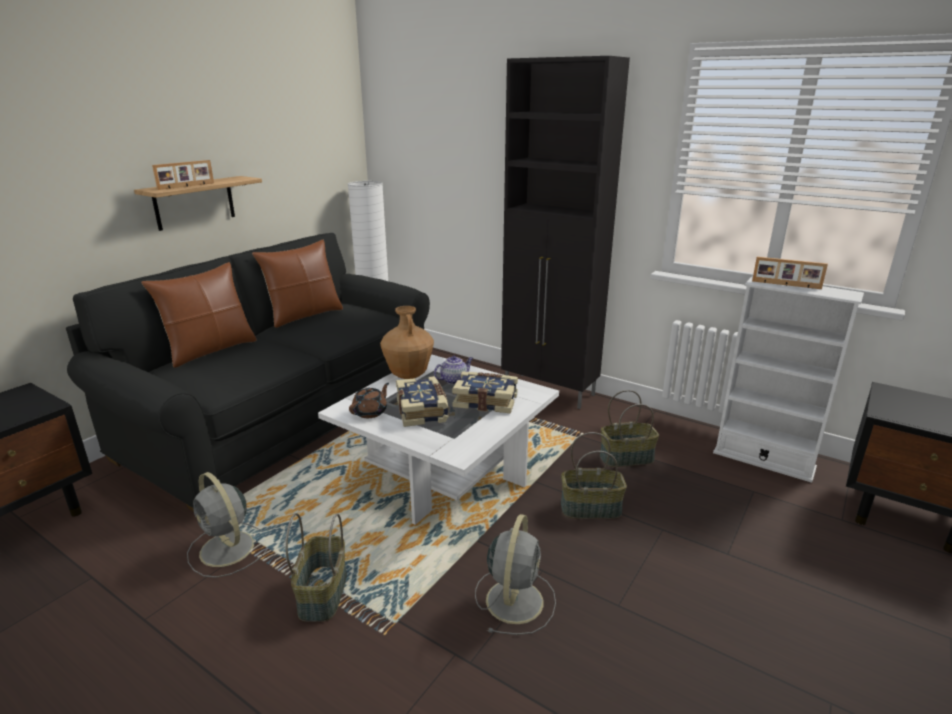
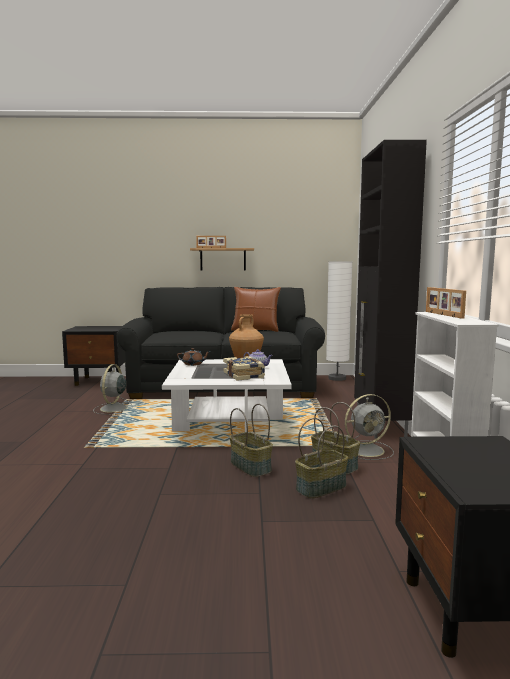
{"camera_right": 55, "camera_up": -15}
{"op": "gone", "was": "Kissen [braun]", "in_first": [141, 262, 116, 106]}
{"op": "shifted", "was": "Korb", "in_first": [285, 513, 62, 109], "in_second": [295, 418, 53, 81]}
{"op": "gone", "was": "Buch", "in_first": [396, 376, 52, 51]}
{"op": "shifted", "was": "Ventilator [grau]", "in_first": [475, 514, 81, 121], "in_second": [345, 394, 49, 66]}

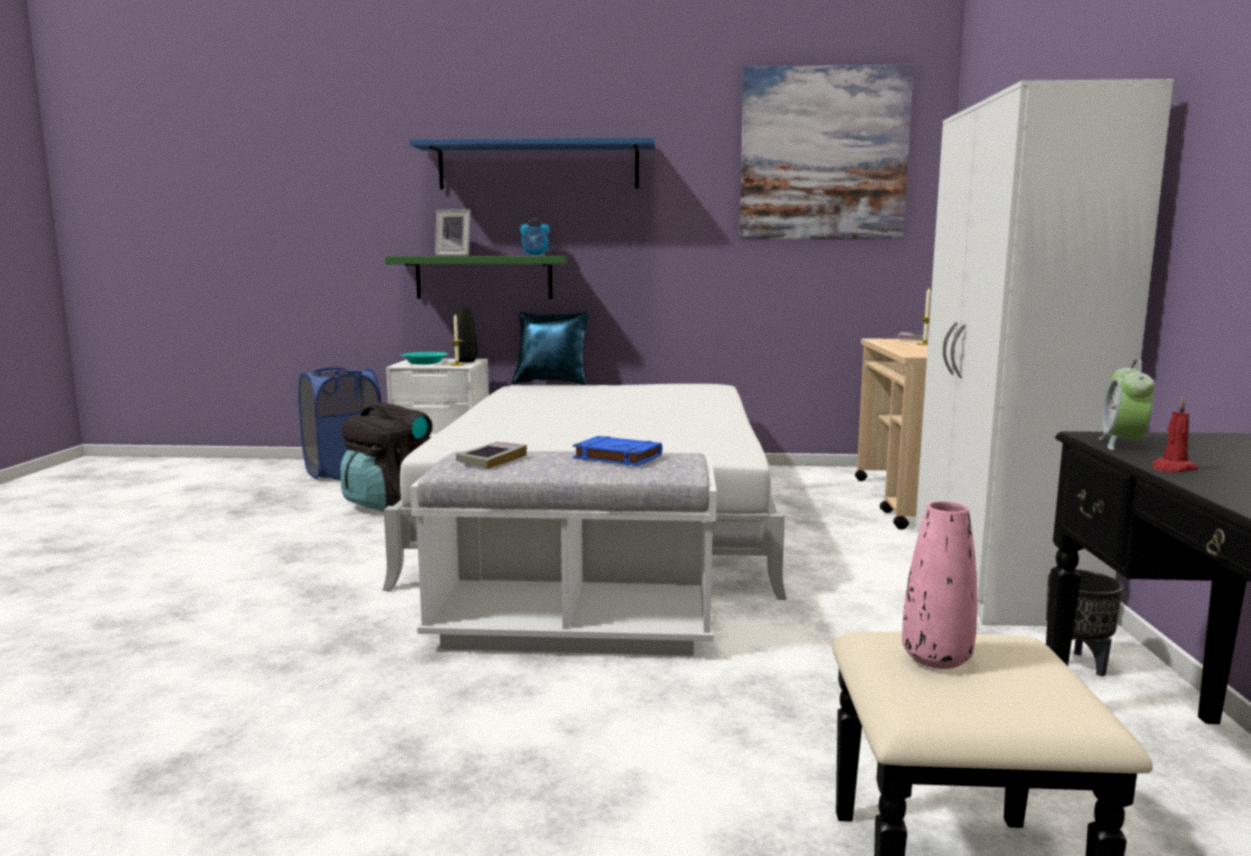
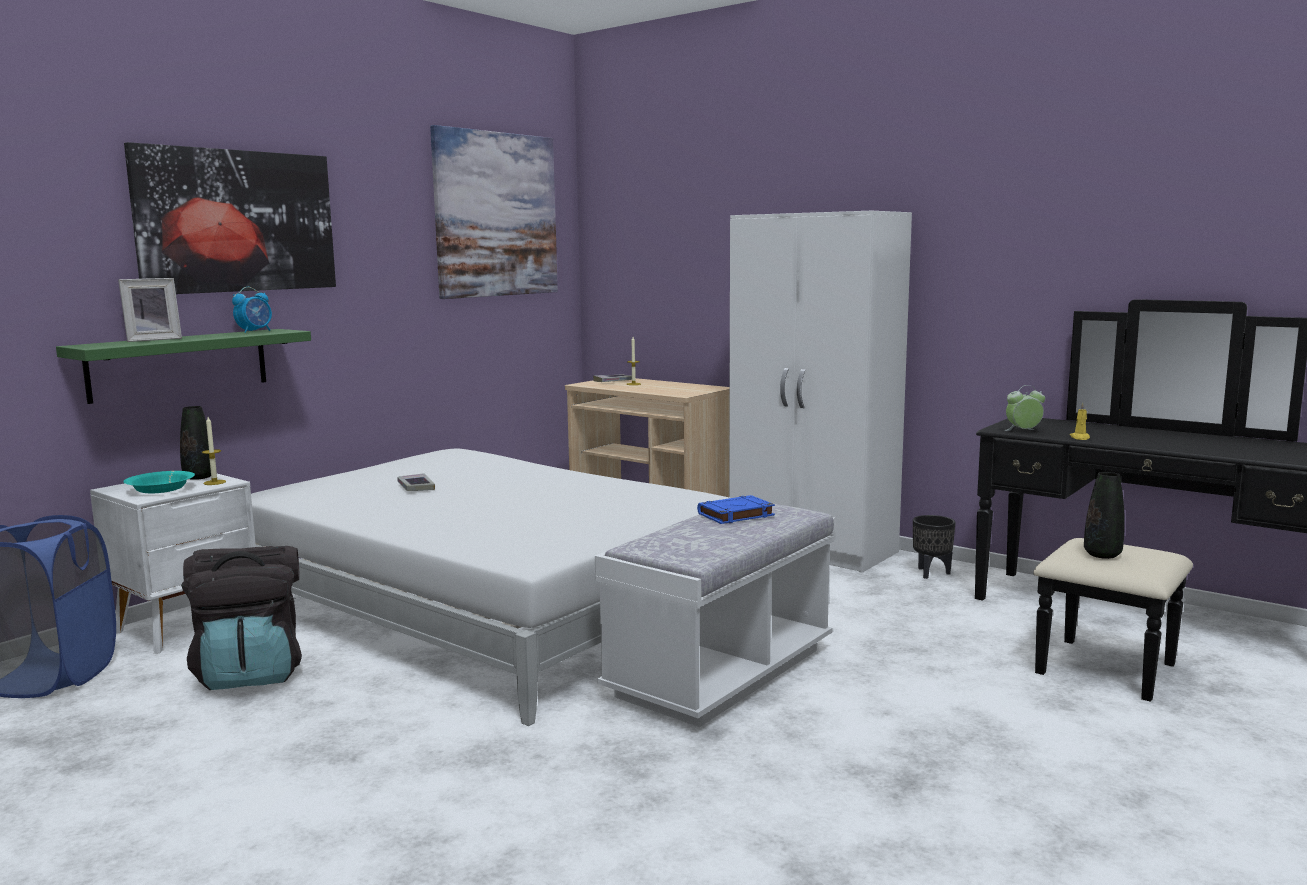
{"camera_right": -55, "camera_up": 0}
{"op": "swapped", "was": "Wandregal [blau]", "now": "Bild", "in_first": [409, 137, 246, 52], "in_second": [124, 142, 212, 152]}
{"op": "shifted", "was": "Buch", "in_first": [456, 442, 71, 27], "in_second": [397, 473, 38, 18]}
{"op": "gone", "was": "Kissen [blau]", "in_first": [511, 312, 78, 73]}
{"op": "repainted", "was": "Vase [rosa]", "now": "Vase [schwarz]", "in_first": [902, 501, 75, 168], "in_second": [1084, 472, 41, 87]}
{"op": "rotated", "was": "Wecker", "in_first": [1099, 359, 55, 91], "in_second": [1004, 385, 41, 46], "clockwise": 120}
{"op": "repainted", "was": "Kerze [rot]", "now": "Kerze [gelb]", "in_first": [1152, 398, 47, 74], "in_second": [1070, 402, 20, 38]}

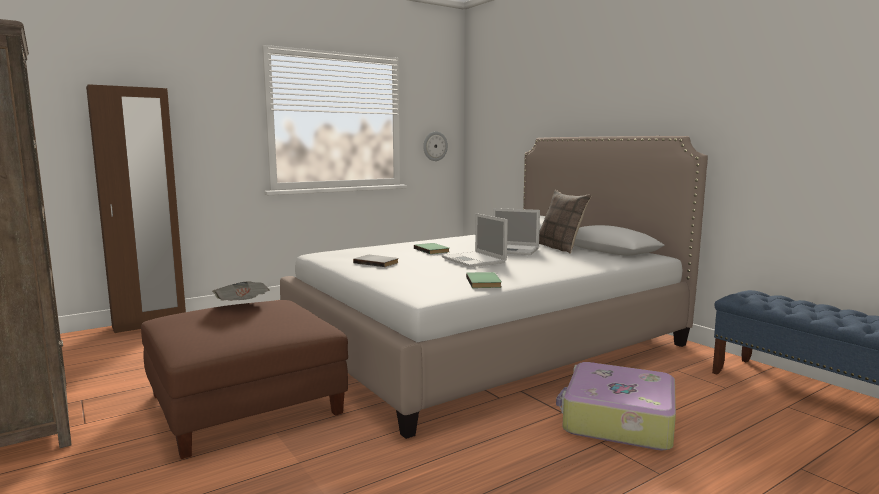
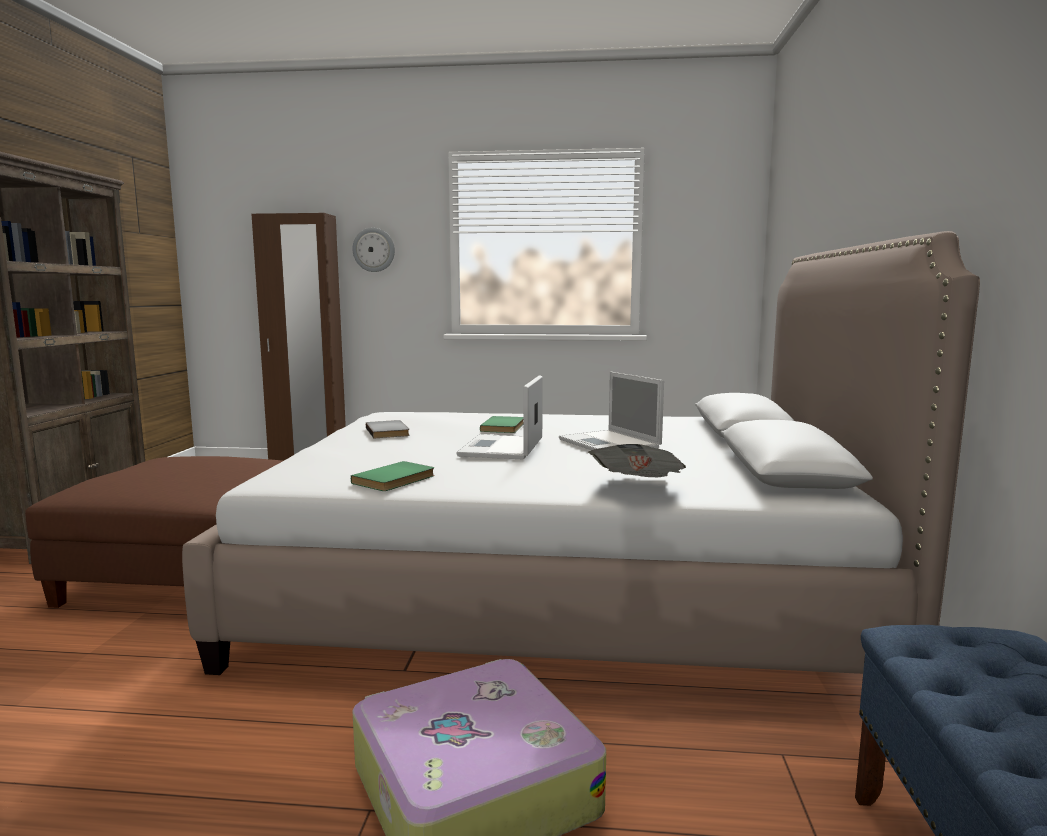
{"camera_right": 40, "camera_up": 0}
{"op": "shifted", "was": "Zeitung", "in_first": [212, 281, 58, 20], "in_second": [588, 444, 98, 33]}
{"op": "shifted", "was": "Wanduhr", "in_first": [423, 131, 25, 30], "in_second": [353, 228, 42, 44]}
{"op": "gone", "was": "Kissen", "in_first": [539, 190, 53, 64]}

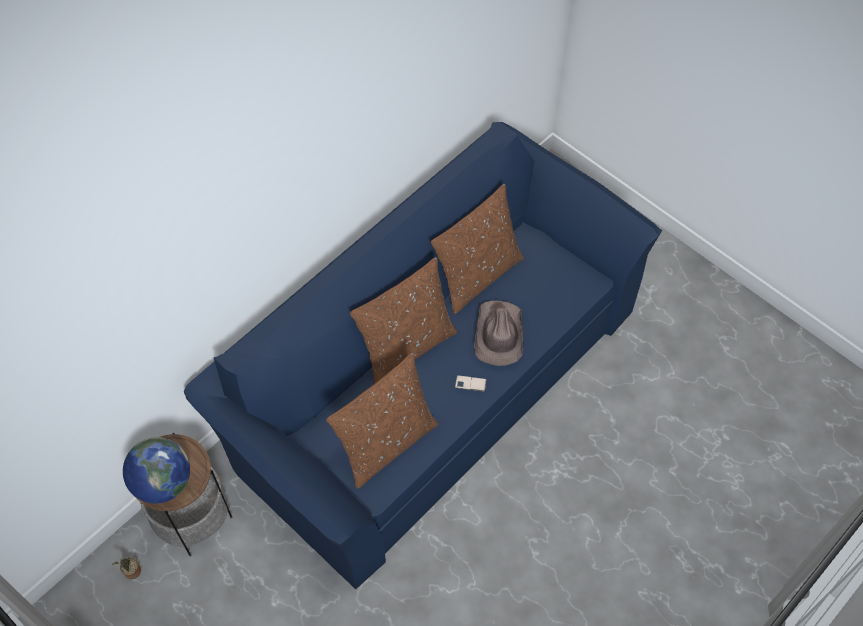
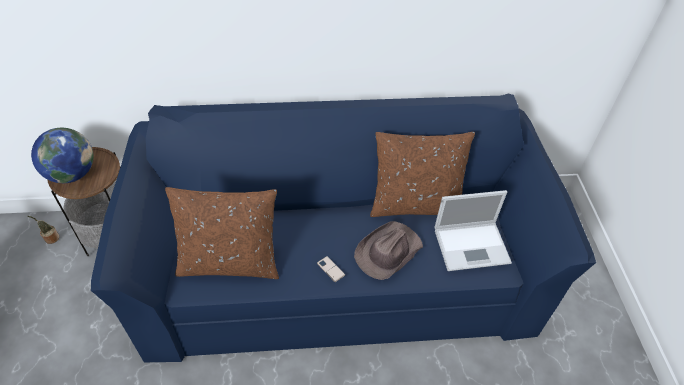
{"camera_right": 40, "camera_up": -10}
{"op": "gone", "was": "Kissen [braun]", "in_first": [350, 257, 107, 127]}
{"op": "new", "now": "Laptop", "in_second": [435, 190, 77, 81]}

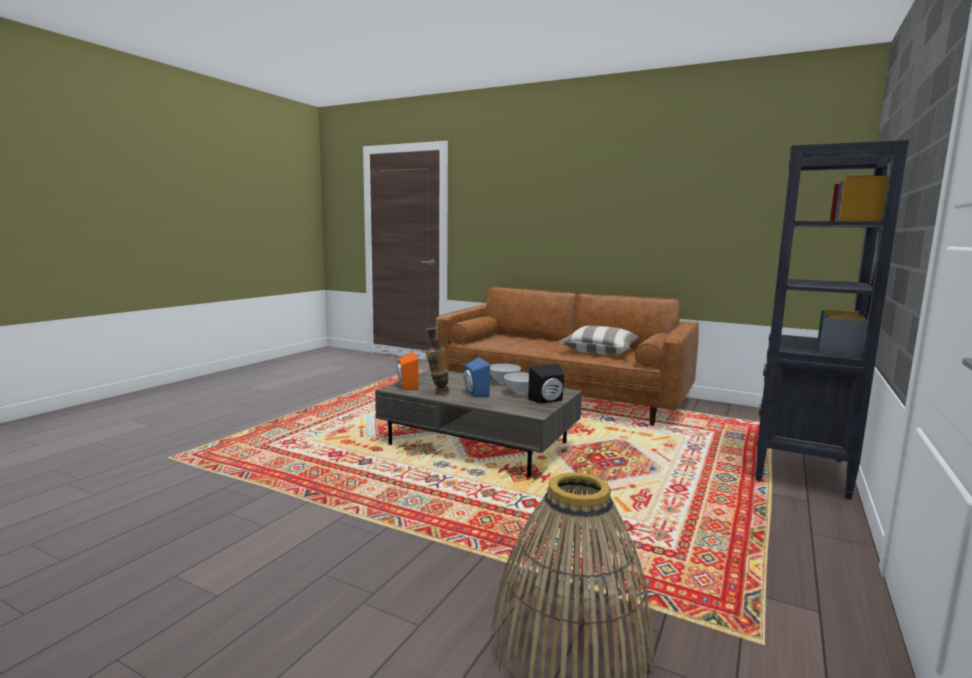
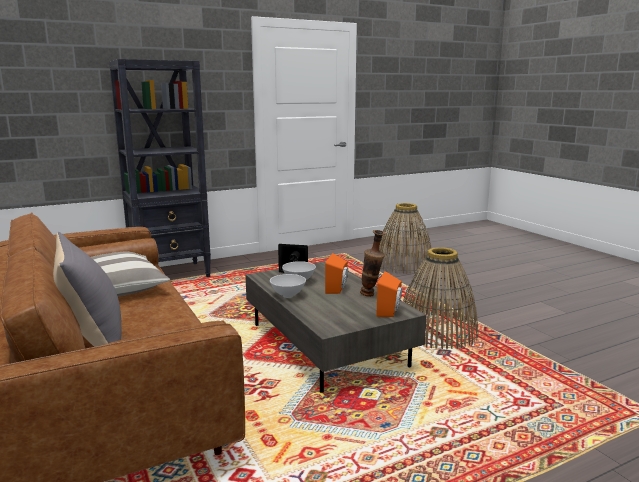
{"camera_right": -145, "camera_up": 5}
{"op": "repainted", "was": "Lautsprecher [blau]", "now": "Lautsprecher [orange]", "in_first": [464, 357, 26, 40], "in_second": [325, 253, 23, 41]}
{"op": "new", "now": "Kissen [grau]", "in_second": [53, 232, 68, 115]}
{"op": "new", "now": "Korb", "in_second": [403, 247, 75, 102]}

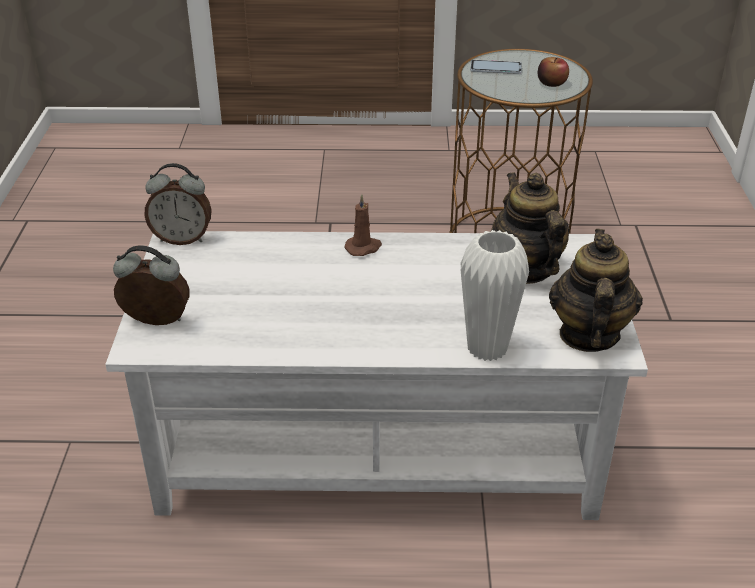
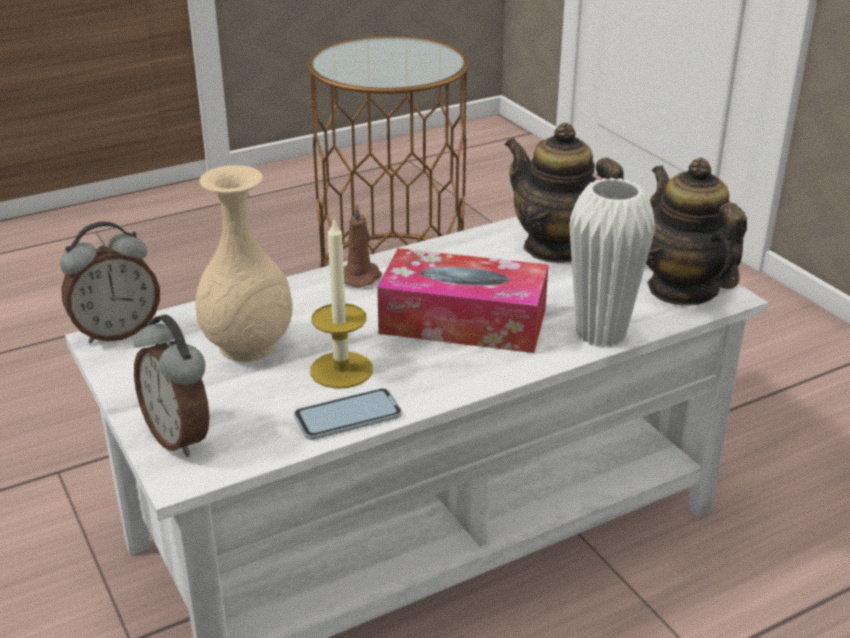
{"camera_right": -30, "camera_up": -5}
{"op": "rotated", "was": "Wecker", "in_first": [113, 245, 77, 80], "in_second": [134, 314, 76, 143], "clockwise": -105}
{"op": "shifted", "was": "Handy", "in_first": [470, 60, 52, 14], "in_second": [294, 388, 108, 52]}
{"op": "gone", "was": "Apfel", "in_first": [538, 57, 31, 30]}
{"op": "new", "now": "Vase [beige]", "in_second": [196, 165, 97, 197]}
{"op": "new", "now": "Kerze", "in_second": [310, 217, 63, 172]}
{"op": "new", "now": "Taschentuchbox", "in_second": [377, 248, 171, 105]}

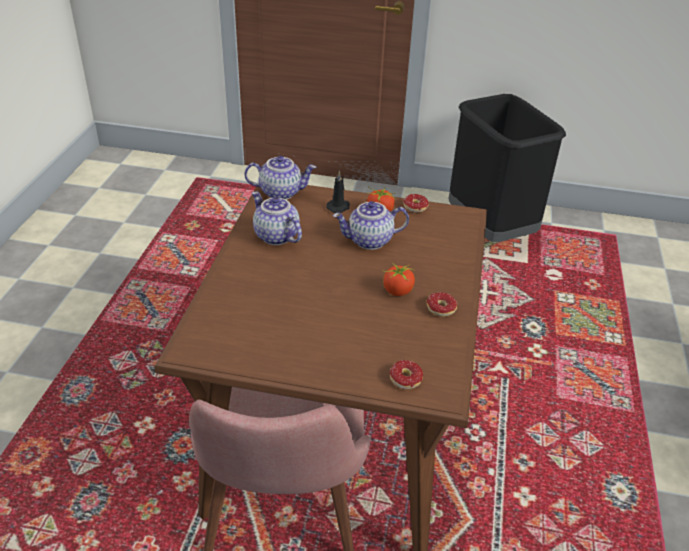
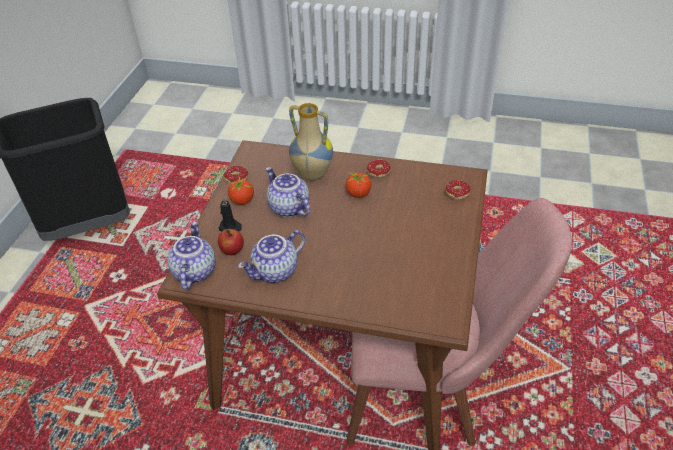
{"camera_right": -85, "camera_up": 5}
{"op": "rotated", "was": "Teekanne", "in_first": [333, 201, 76, 49], "in_second": [266, 167, 44, 50], "clockwise": 150}
{"op": "new", "now": "Apfel", "in_second": [218, 229, 26, 26]}
{"op": "new", "now": "Vase", "in_second": [289, 103, 44, 77]}

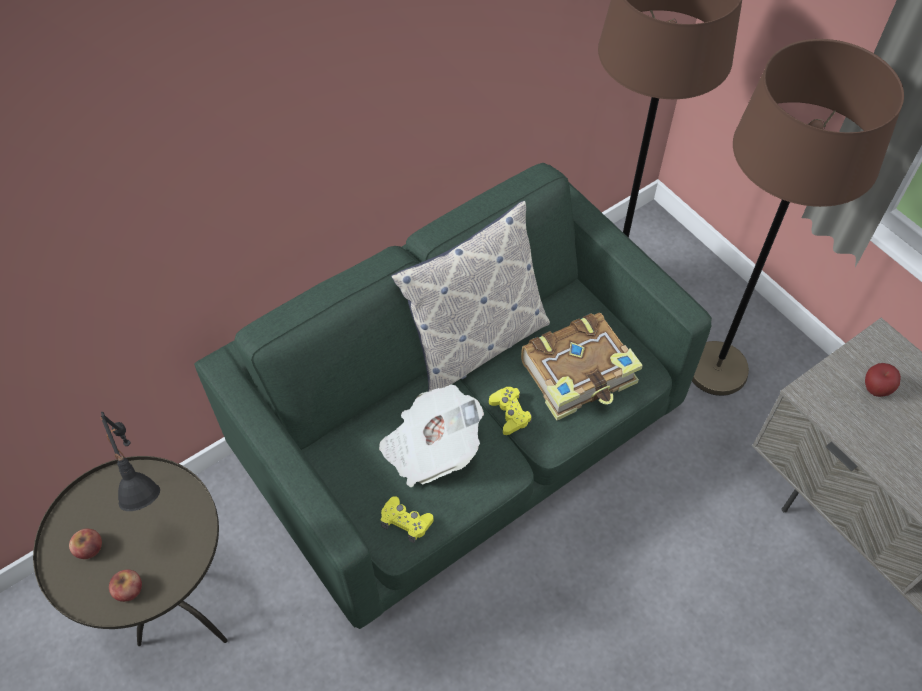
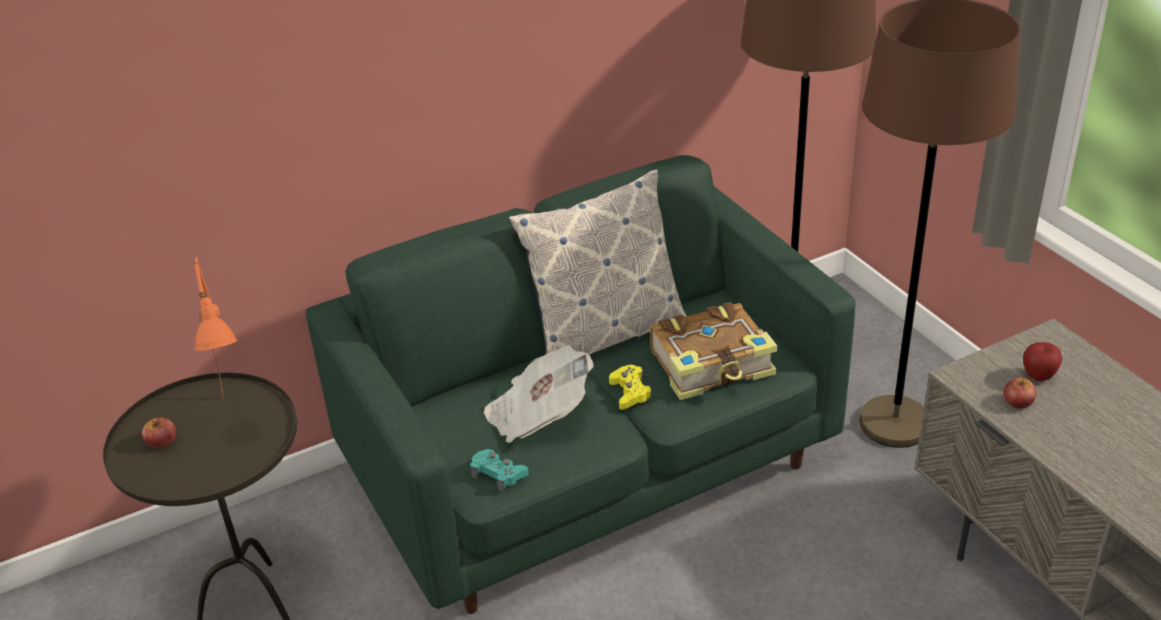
{"camera_right": 10, "camera_up": -20}
{"op": "repainted", "was": "Tischlampe [schwarz]", "now": "Tischlampe [orange]", "in_first": [100, 411, 60, 100], "in_second": [194, 257, 43, 142]}
{"op": "shifted", "was": "Apfel", "in_first": [109, 570, 33, 32], "in_second": [1003, 378, 33, 31]}
{"op": "repainted", "was": "Gamepad [gelb]", "now": "Gamepad [türkis]", "in_first": [381, 496, 52, 47], "in_second": [470, 449, 59, 43]}

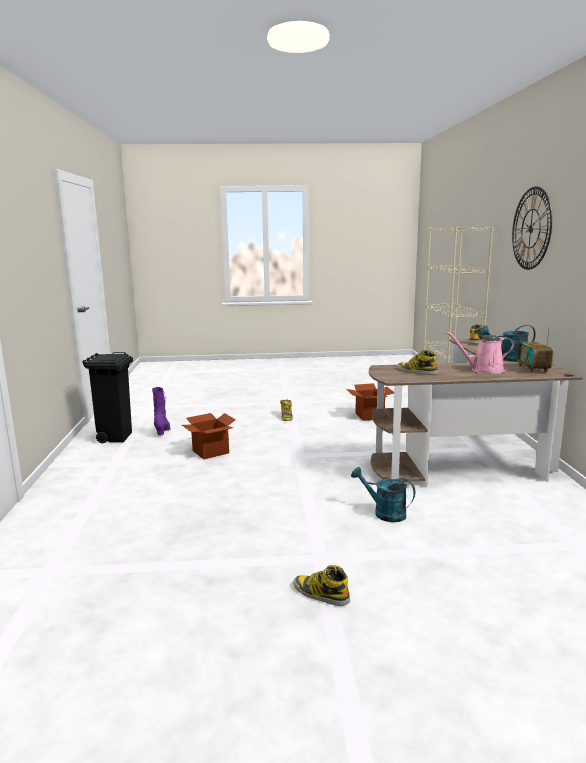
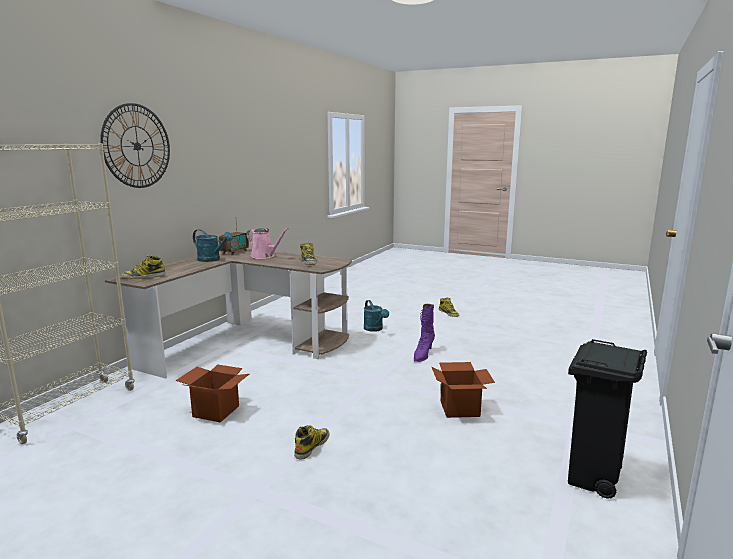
{"camera_right": -150, "camera_up": 0}
{"op": "shifted", "was": "Stiefel [lila]", "in_first": [152, 387, 19, 48], "in_second": [414, 304, 21, 58]}

